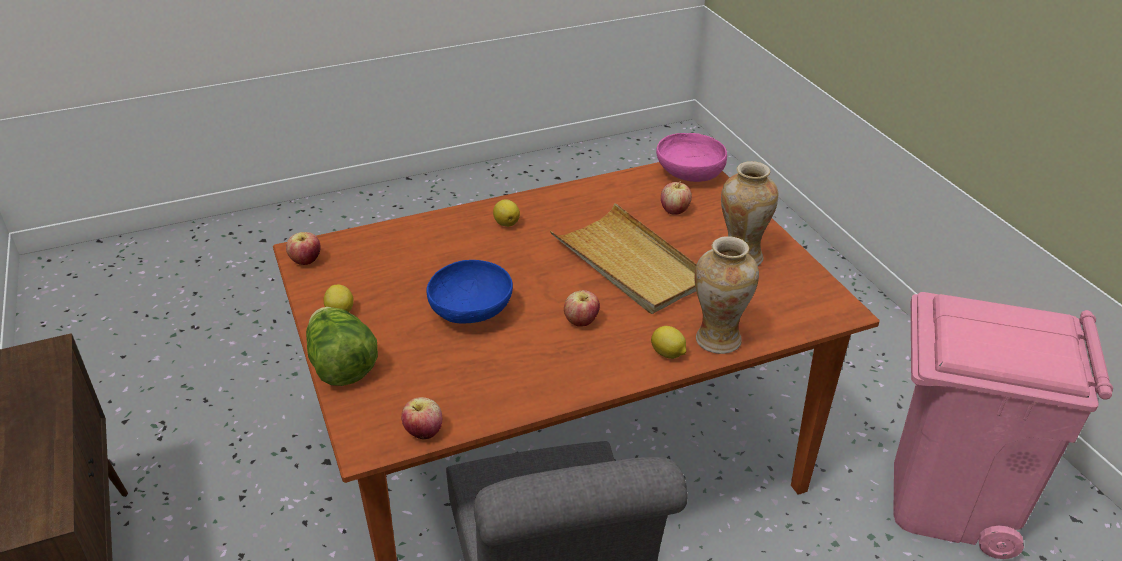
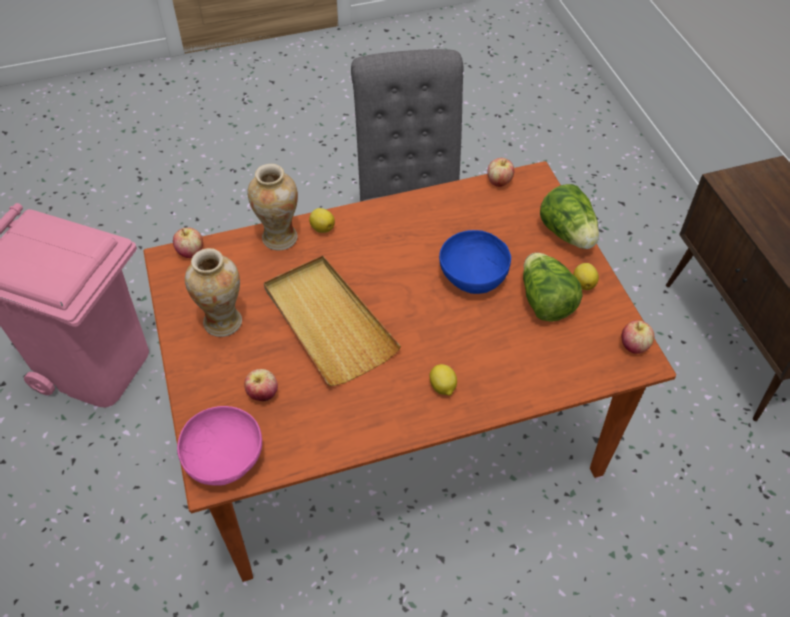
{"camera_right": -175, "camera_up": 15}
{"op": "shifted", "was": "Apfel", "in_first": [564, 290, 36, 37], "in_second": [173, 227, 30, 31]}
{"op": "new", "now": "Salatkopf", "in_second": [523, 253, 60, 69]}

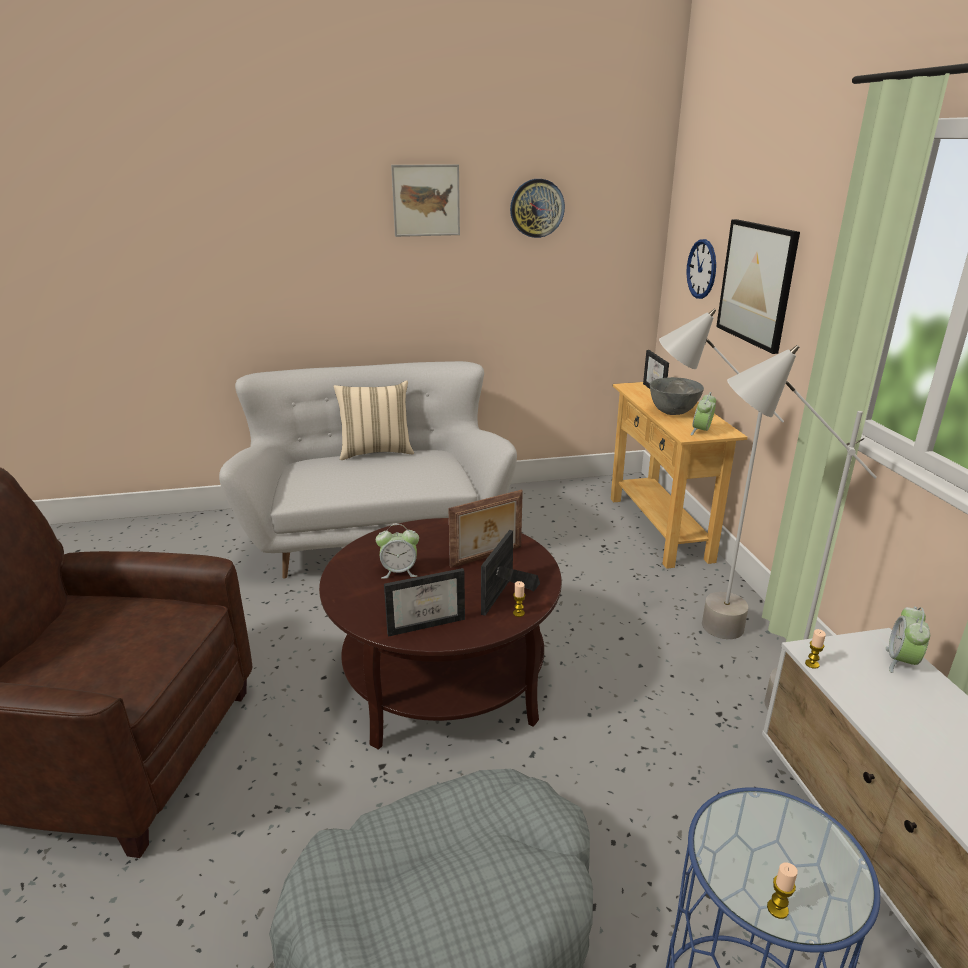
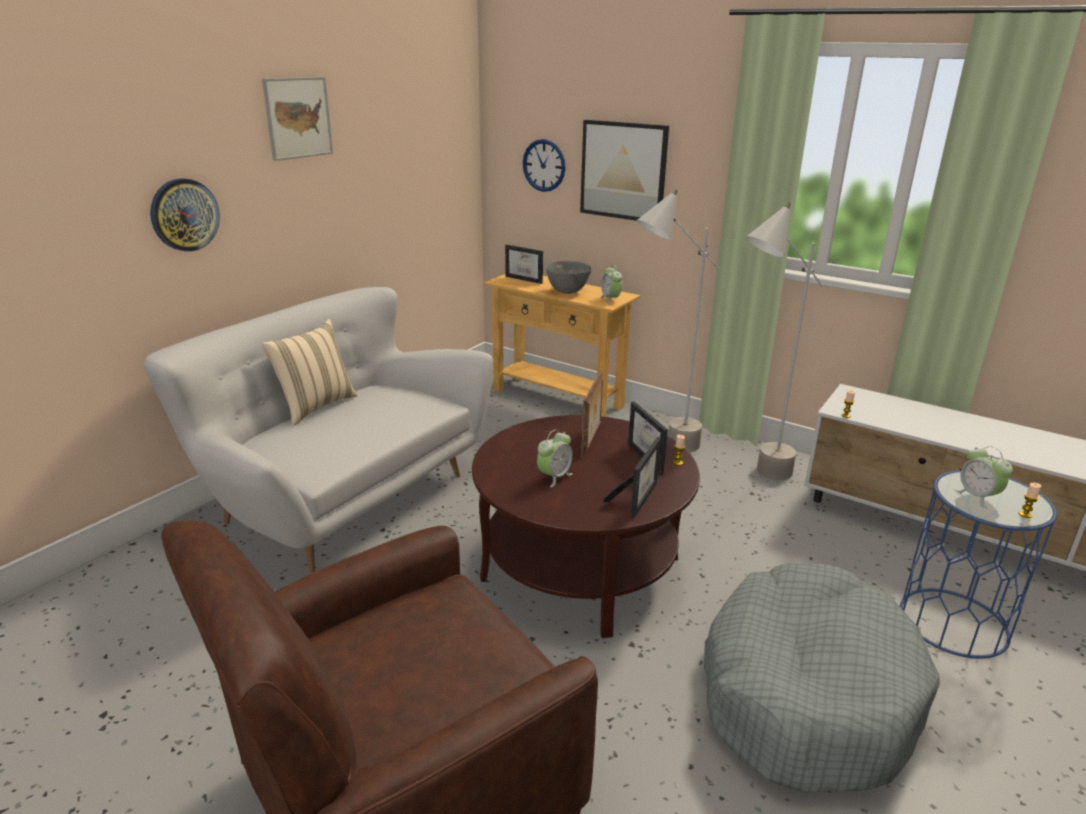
{"camera_right": -45, "camera_up": 0}
{"op": "shifted", "was": "Wanduhr", "in_first": [510, 179, 55, 59], "in_second": [150, 178, 70, 74]}
{"op": "shifted", "was": "Wecker", "in_first": [886, 606, 44, 67], "in_second": [955, 446, 58, 63]}

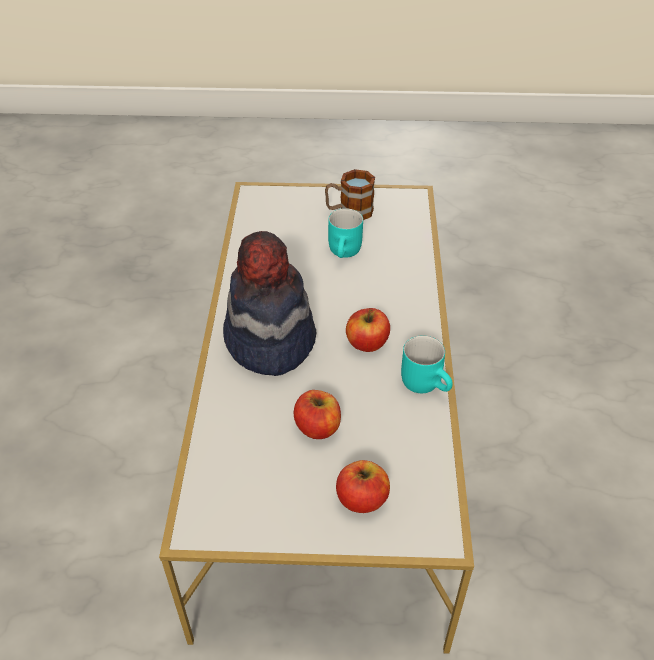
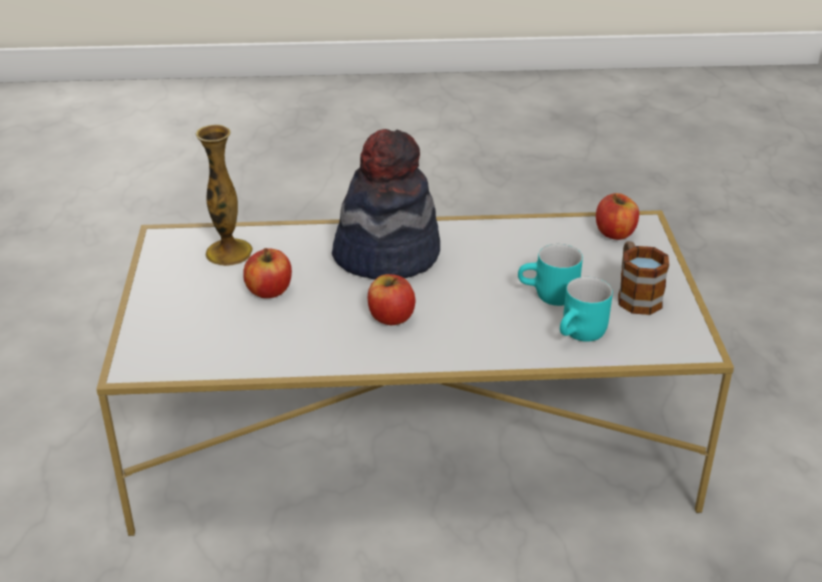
{"camera_right": 85, "camera_up": -10}
{"op": "shifted", "was": "Apfel", "in_first": [336, 460, 54, 53], "in_second": [596, 193, 43, 47]}
{"op": "shifted", "was": "Henkelbecher [türkis]", "in_first": [401, 336, 52, 57], "in_second": [560, 277, 53, 65]}
{"op": "new", "now": "Vase", "in_second": [196, 125, 57, 141]}

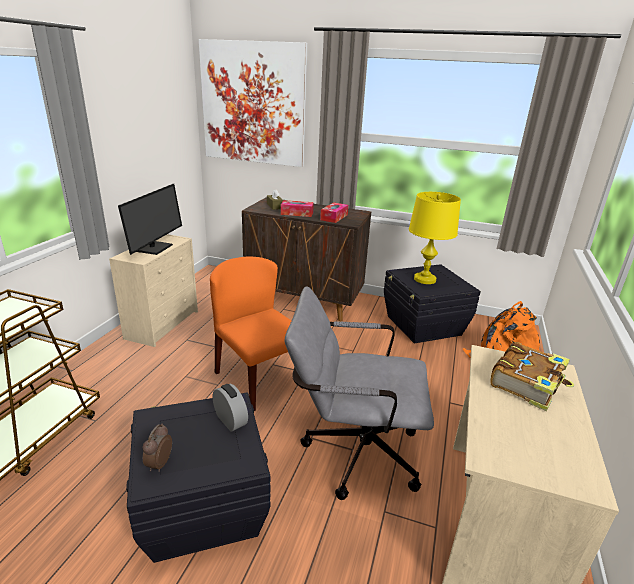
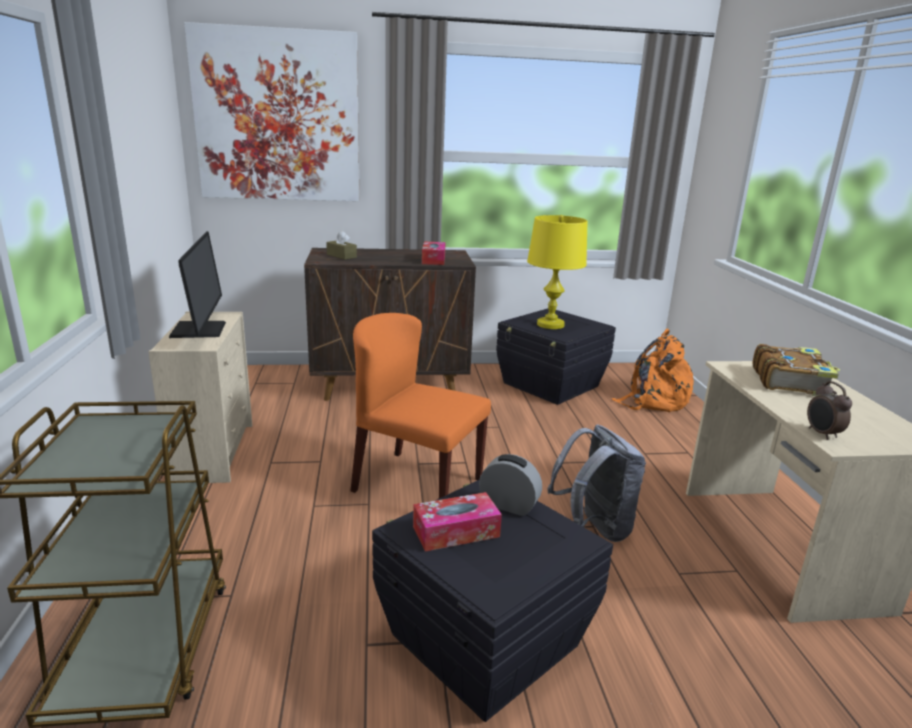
{"camera_right": -25, "camera_up": -5}
{"op": "shifted", "was": "Wecker", "in_first": [142, 424, 30, 48], "in_second": [807, 381, 45, 59]}
{"op": "shifted", "was": "Taschentuchbox", "in_first": [281, 200, 33, 17], "in_second": [413, 492, 89, 60]}
{"op": "swapped", "was": "Bürostuhl [grau]", "now": "Rucksack [grau]", "in_first": [284, 286, 150, 214], "in_second": [548, 424, 98, 118]}

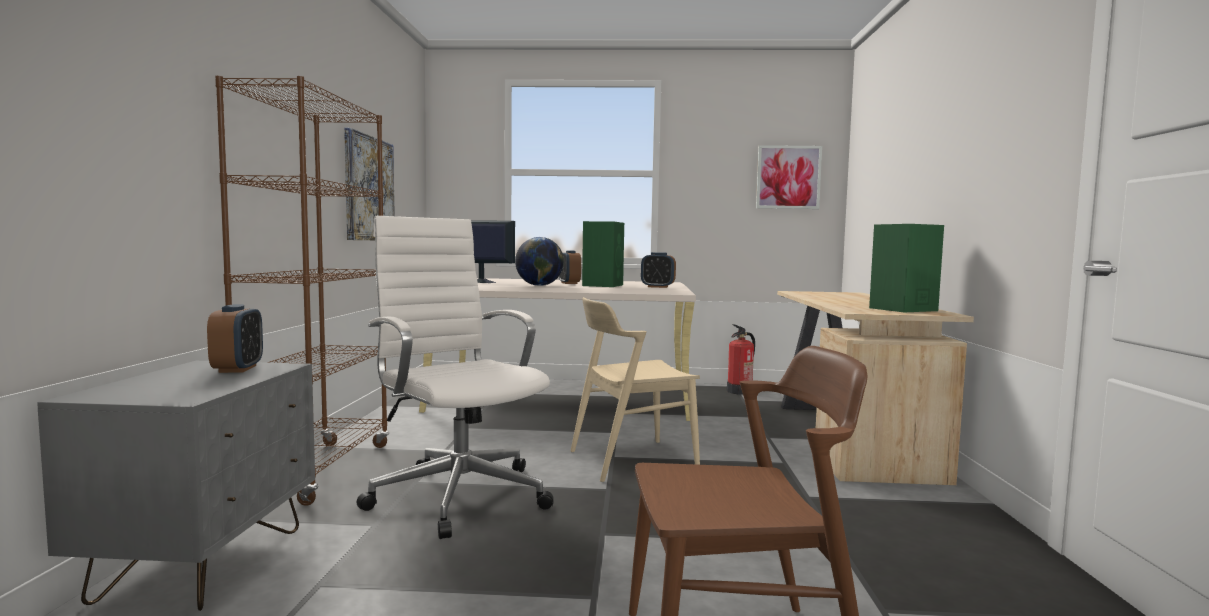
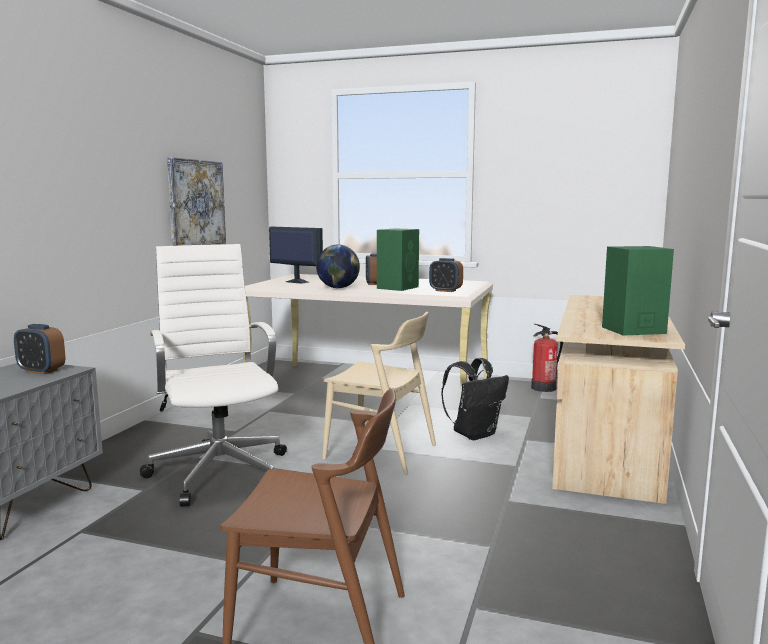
{"camera_right": 15, "camera_up": 5}
{"op": "rotated", "was": "Wecker", "in_first": [207, 304, 56, 69], "in_second": [14, 324, 51, 50], "clockwise": 105}
{"op": "gone", "was": "Bücherregal [braun]", "in_first": [215, 76, 174, 430]}
{"op": "rotated", "was": "Stuhl [beige]", "in_first": [571, 297, 129, 185], "in_second": [322, 312, 114, 162], "clockwise": -150}
{"op": "gone", "was": "Bild", "in_first": [756, 145, 66, 64]}
{"op": "new", "now": "Rucksack [schwarz]", "in_second": [441, 358, 68, 82]}

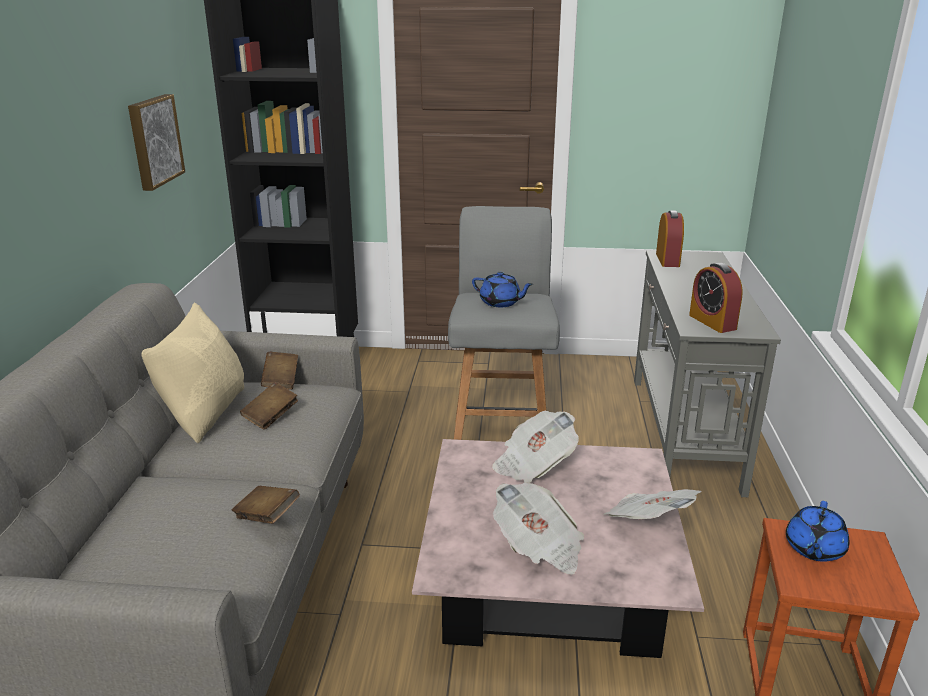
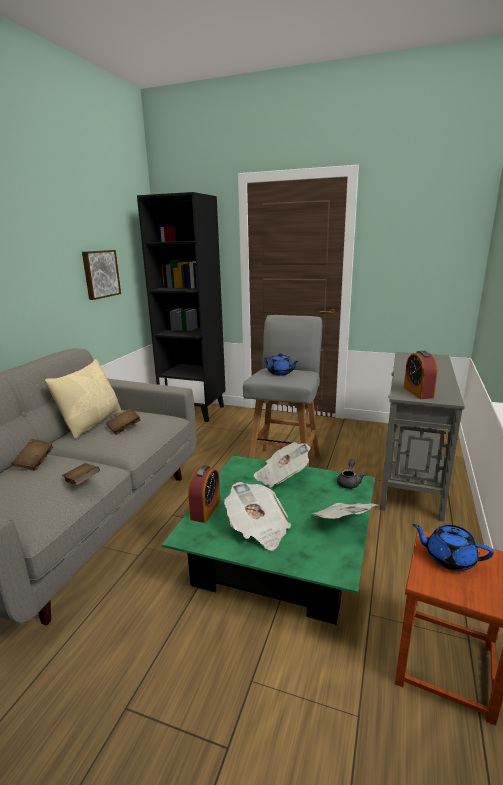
{"camera_right": 15, "camera_up": -5}
{"op": "shifted", "was": "Buch [braun]", "in_first": [261, 352, 37, 38], "in_second": [11, 439, 42, 32]}
{"op": "repainted", "was": "Couchtisch [rosa]", "now": "Couchtisch [grün]", "in_first": [412, 439, 292, 219], "in_second": [162, 455, 213, 170]}
{"op": "shifted", "was": "Wecker", "in_first": [656, 210, 28, 57], "in_second": [188, 465, 32, 58]}
{"op": "rotated", "was": "Teekanne [blau]", "in_first": [786, 501, 63, 61], "in_second": [412, 524, 82, 47], "clockwise": 75}
{"op": "new", "now": "Teekanne [grau]", "in_second": [337, 459, 29, 30]}

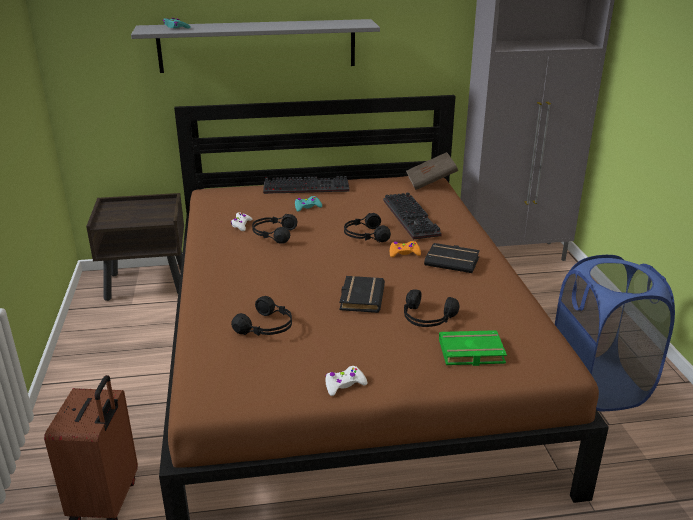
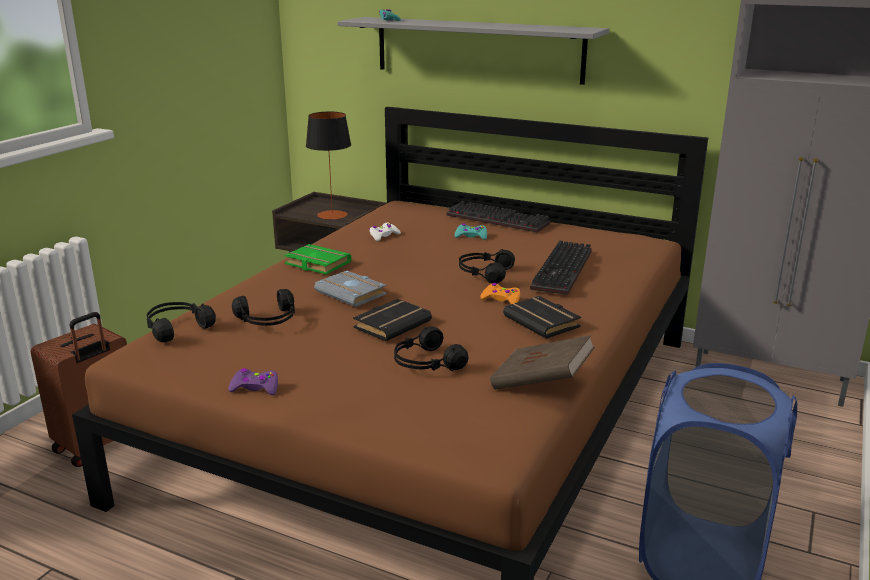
{"camera_right": 35, "camera_up": -5}
{"op": "shifted", "was": "Kopfhörer [schwarz]", "in_first": [252, 214, 46, 30], "in_second": [146, 302, 70, 40]}
{"op": "repainted", "was": "Gamepad [weiß]", "now": "Gamepad [lila]", "in_first": [325, 366, 42, 30], "in_second": [228, 368, 50, 27]}
{"op": "shifted", "was": "Buch [braun]", "in_first": [406, 152, 52, 38], "in_second": [490, 335, 105, 54]}
{"op": "shifted", "was": "Buch [grün]", "in_first": [439, 330, 68, 36], "in_second": [284, 244, 68, 30]}
{"op": "new", "now": "Tischlampe", "in_second": [306, 112, 45, 108]}
{"op": "new", "now": "Buch [grau]", "in_second": [314, 271, 72, 36]}

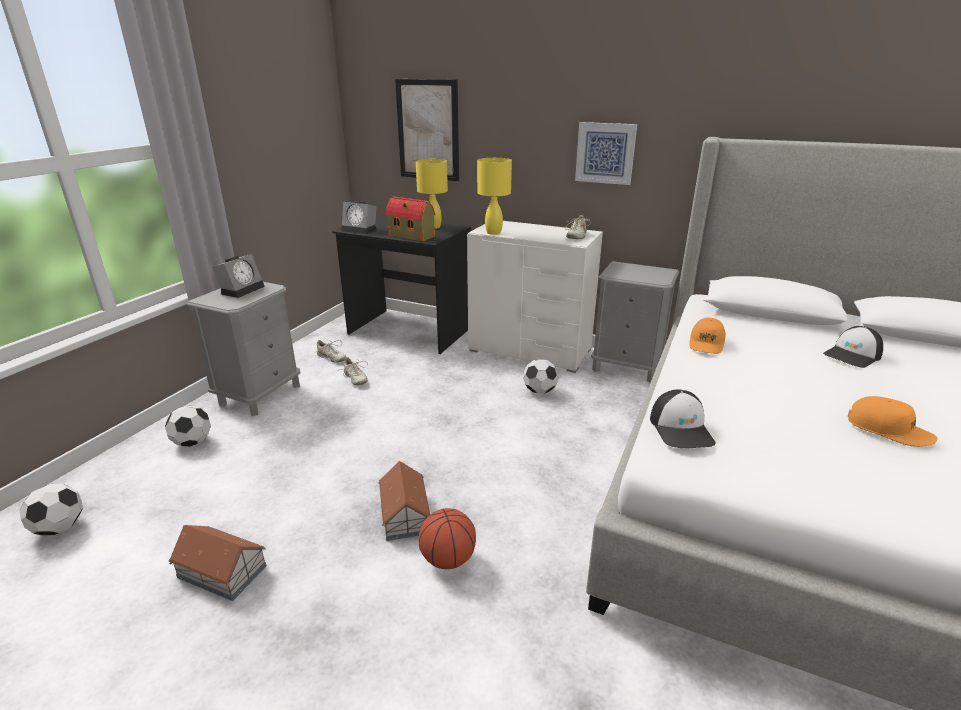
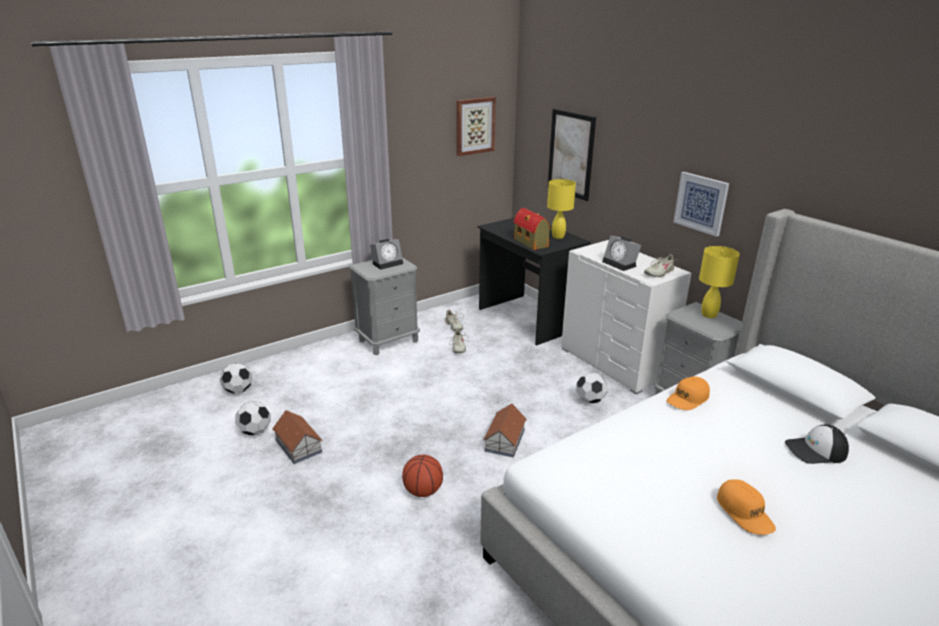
{"camera_right": 30, "camera_up": 0}
{"op": "shifted", "was": "Fußball", "in_first": [165, 405, 46, 42], "in_second": [235, 401, 36, 34]}
{"op": "shifted", "was": "Wecker", "in_first": [341, 201, 36, 33], "in_second": [602, 235, 39, 36]}
{"op": "shifted", "was": "Spielzeughaus", "in_first": [378, 461, 52, 80], "in_second": [483, 403, 44, 54]}
{"op": "shifted", "was": "Tischlampe [gelb]", "in_first": [477, 158, 35, 77], "in_second": [699, 246, 41, 72]}
{"op": "gone", "was": "Kappe", "in_first": [650, 390, 66, 58]}
{"op": "new", "now": "Bild", "in_second": [456, 97, 40, 59]}

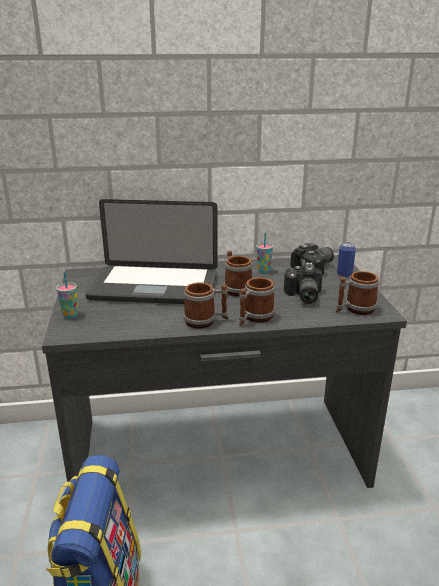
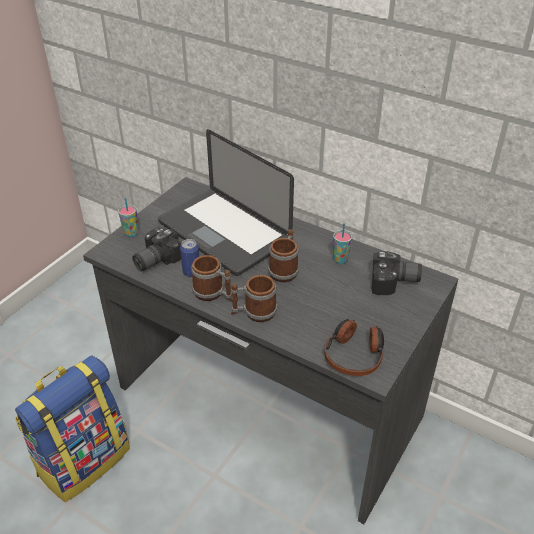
{"camera_right": 40, "camera_up": 15}
{"op": "shifted", "was": "Kamera", "in_first": [284, 263, 38, 41], "in_second": [132, 227, 49, 44]}
{"op": "swapped", "was": "Henkelbecher", "now": "Kopfhörer", "in_first": [336, 271, 43, 44], "in_second": [324, 319, 60, 57]}
{"op": "shifted", "was": "Dose", "in_first": [337, 242, 19, 35], "in_second": [180, 239, 19, 38]}

